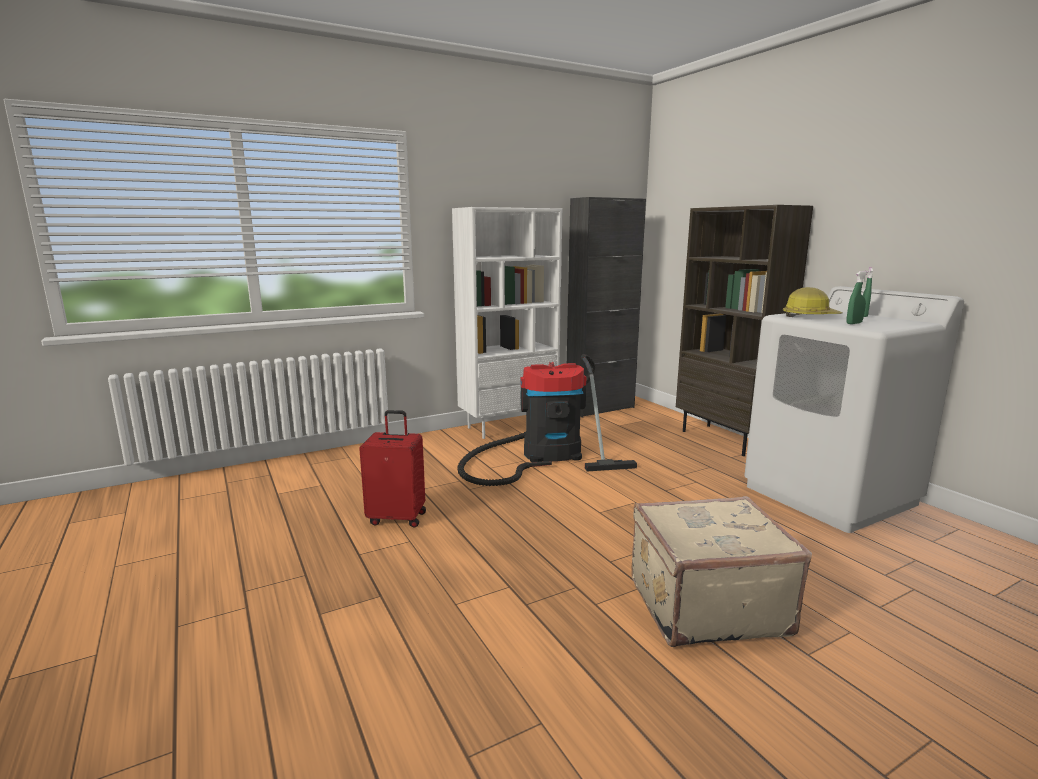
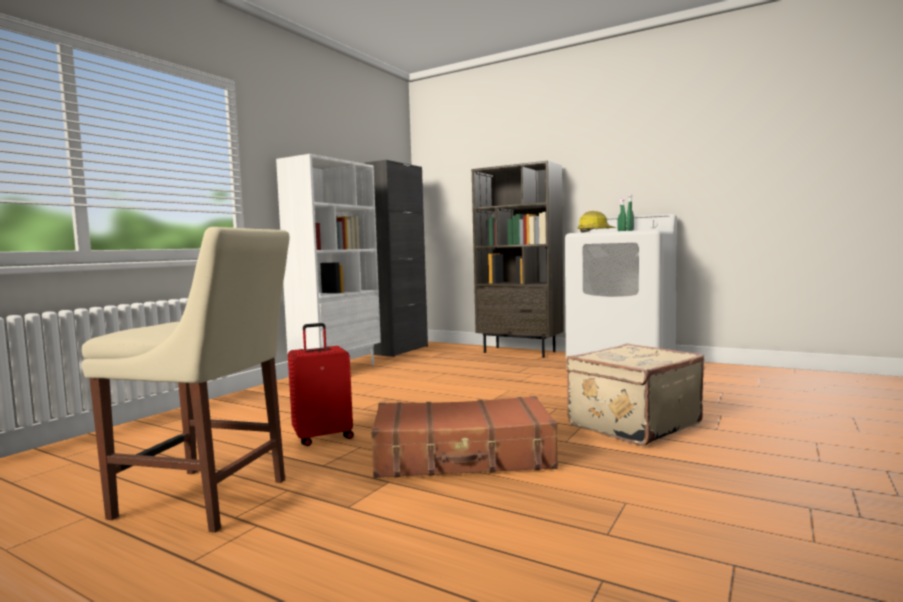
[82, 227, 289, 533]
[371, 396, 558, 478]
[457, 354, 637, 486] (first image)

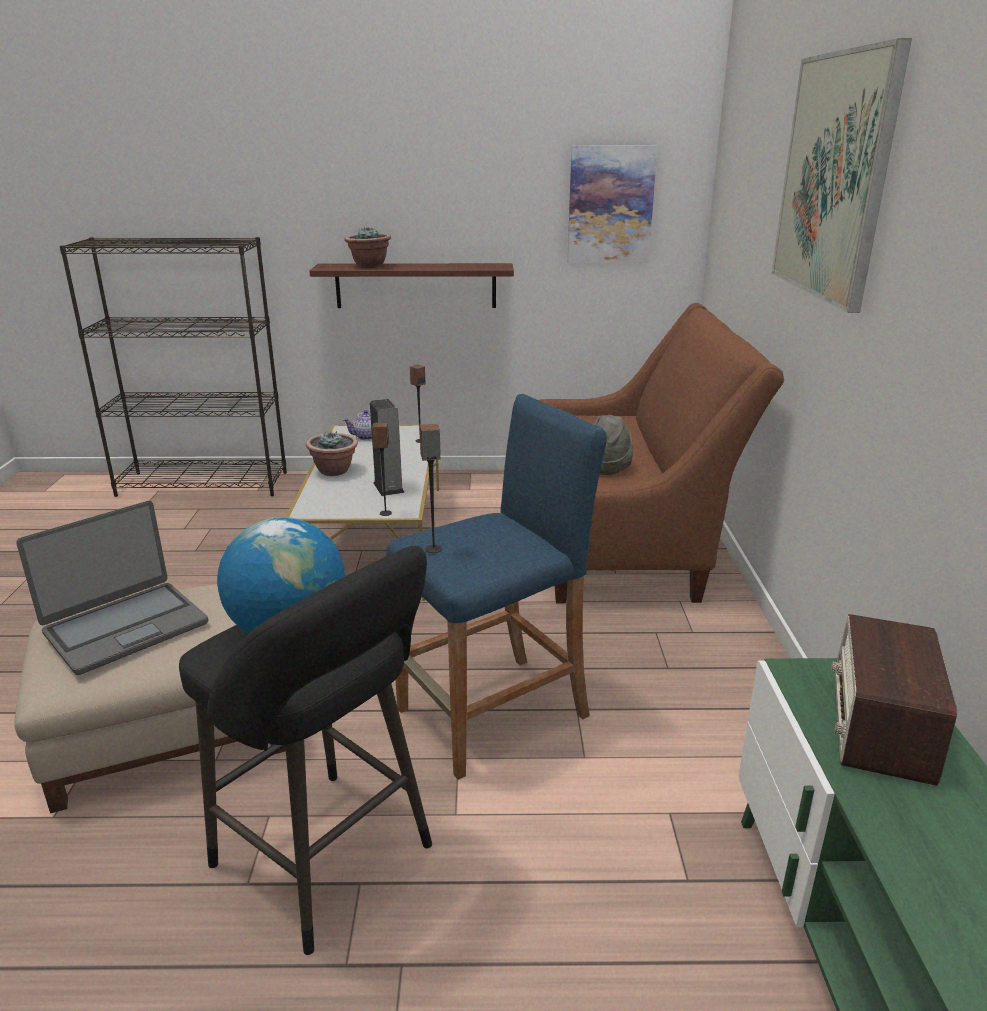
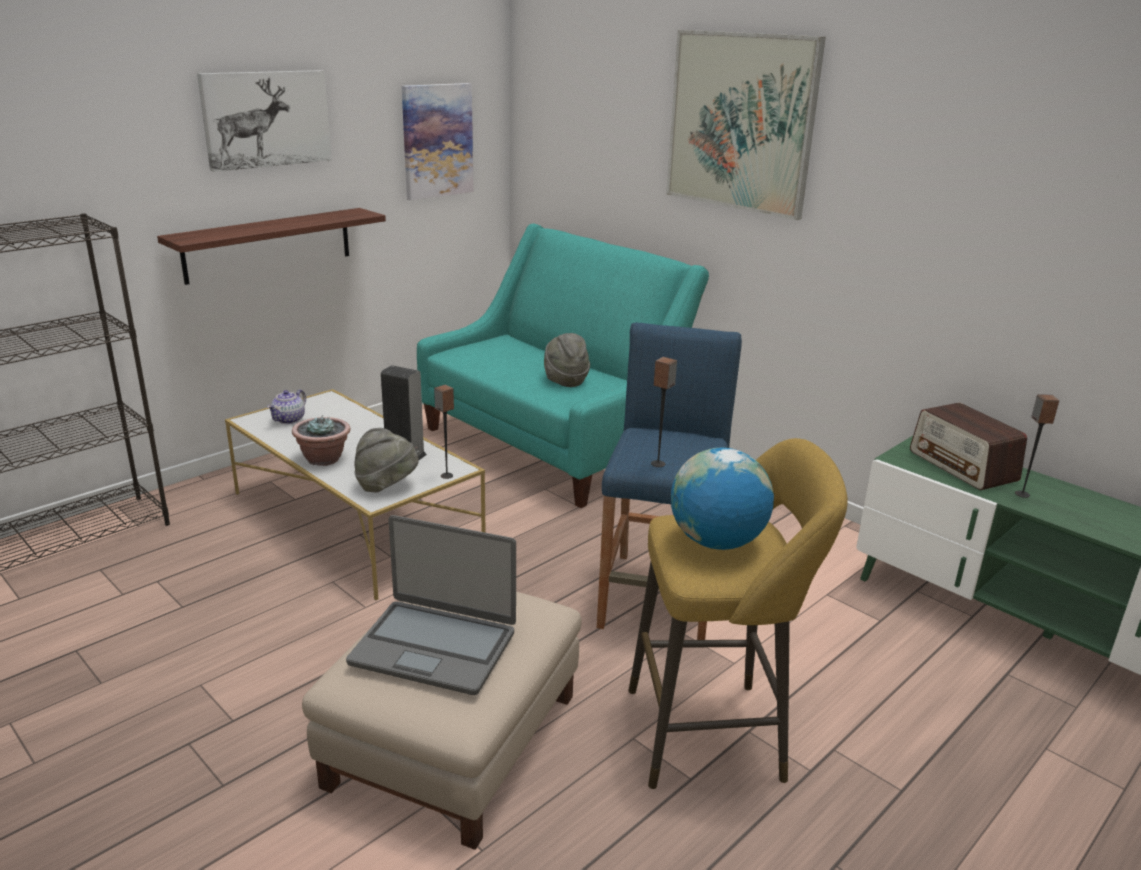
[197, 70, 332, 172]
[346, 515, 516, 695]
[354, 428, 419, 492]
[417, 224, 709, 508]
[629, 438, 848, 789]
[1015, 394, 1059, 498]
[344, 227, 391, 268] (first image)

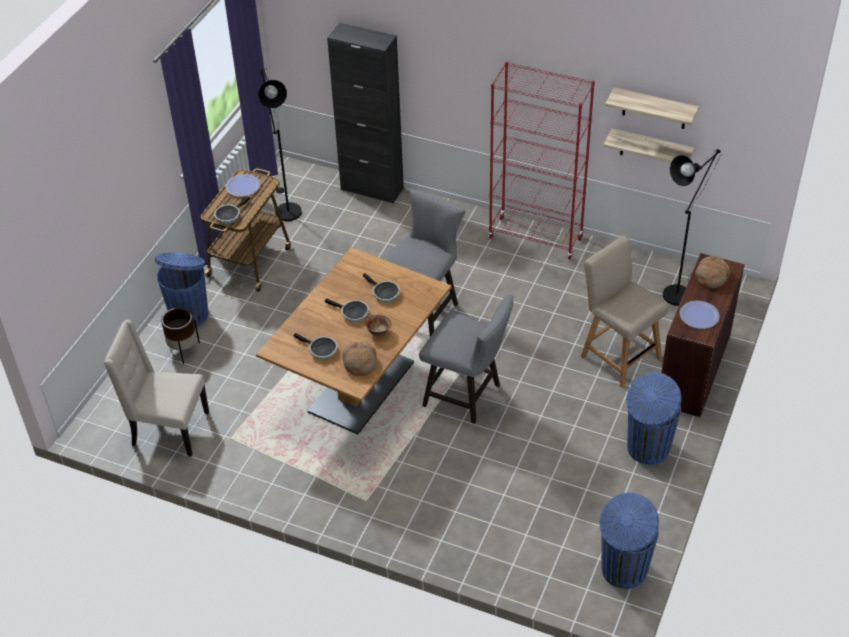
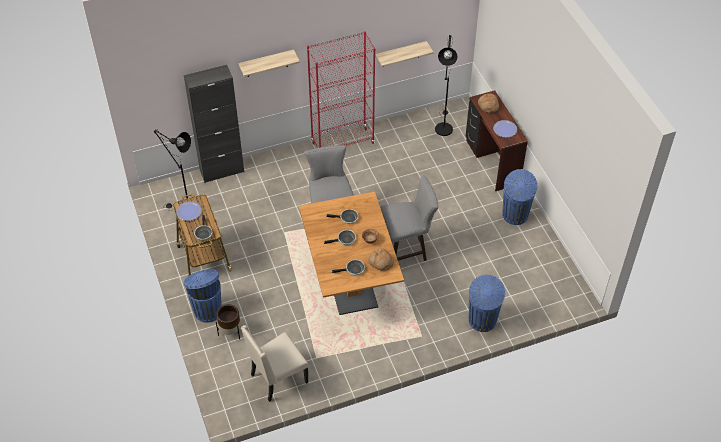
[239, 49, 300, 77]
[469, 275, 505, 332]
[581, 236, 668, 388] (first image)

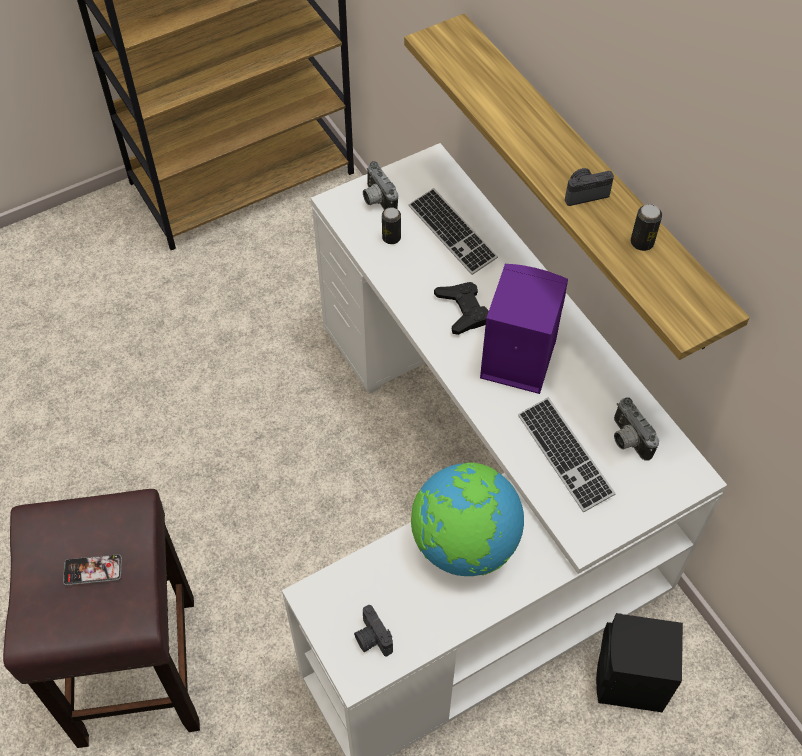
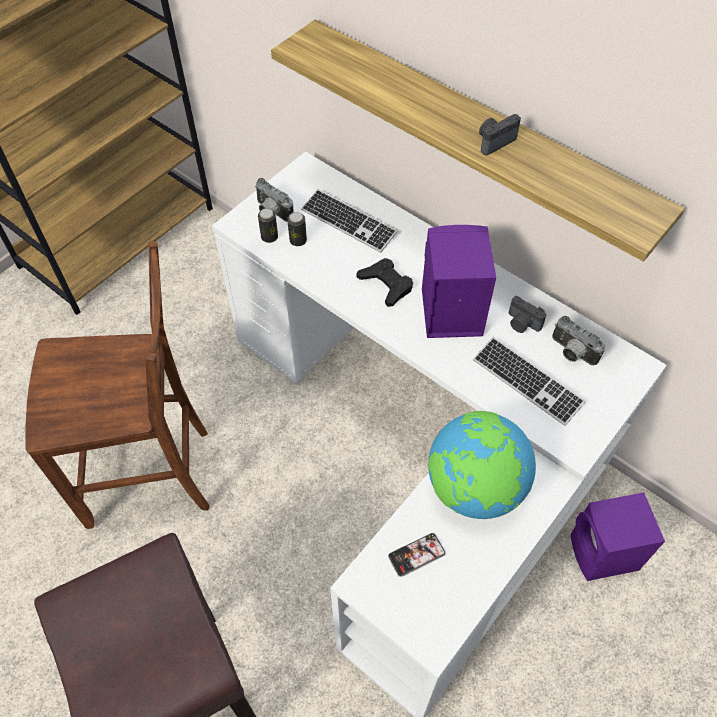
[25, 241, 210, 529]
[258, 208, 278, 243]
[388, 533, 446, 577]
[509, 296, 547, 333]
[570, 492, 665, 581]

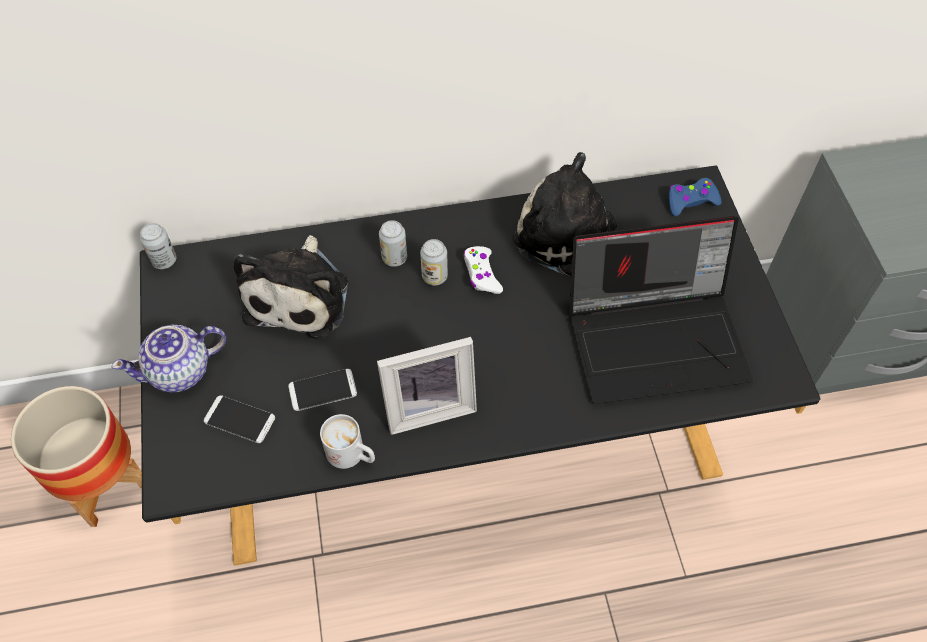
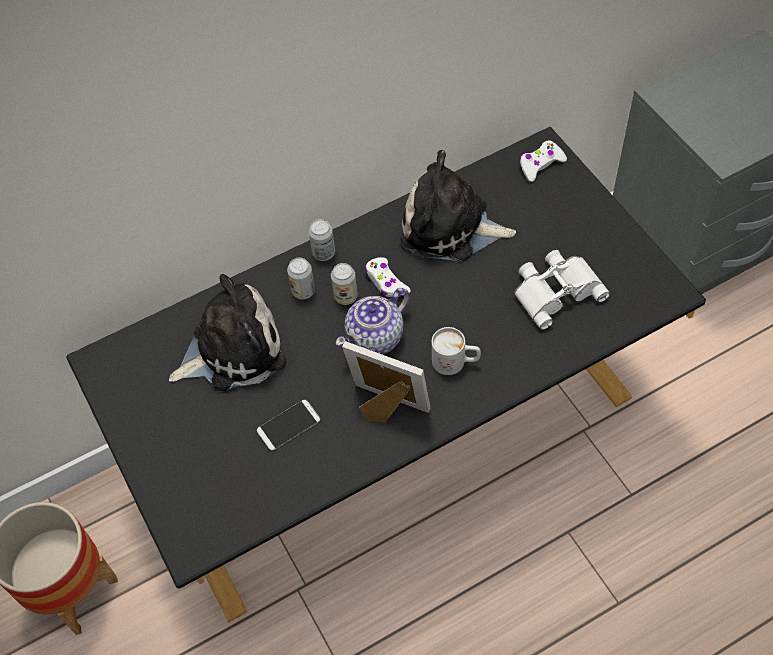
[169, 274, 286, 391]
[309, 219, 335, 261]
[336, 288, 410, 355]
[342, 341, 431, 423]
[432, 327, 481, 375]
[514, 250, 610, 330]
[519, 140, 567, 182]
[204, 395, 275, 443] (first image)

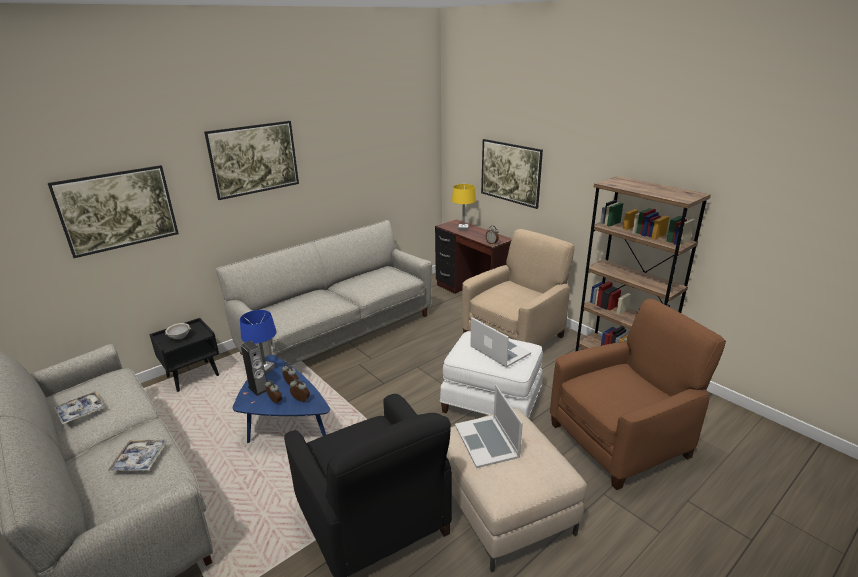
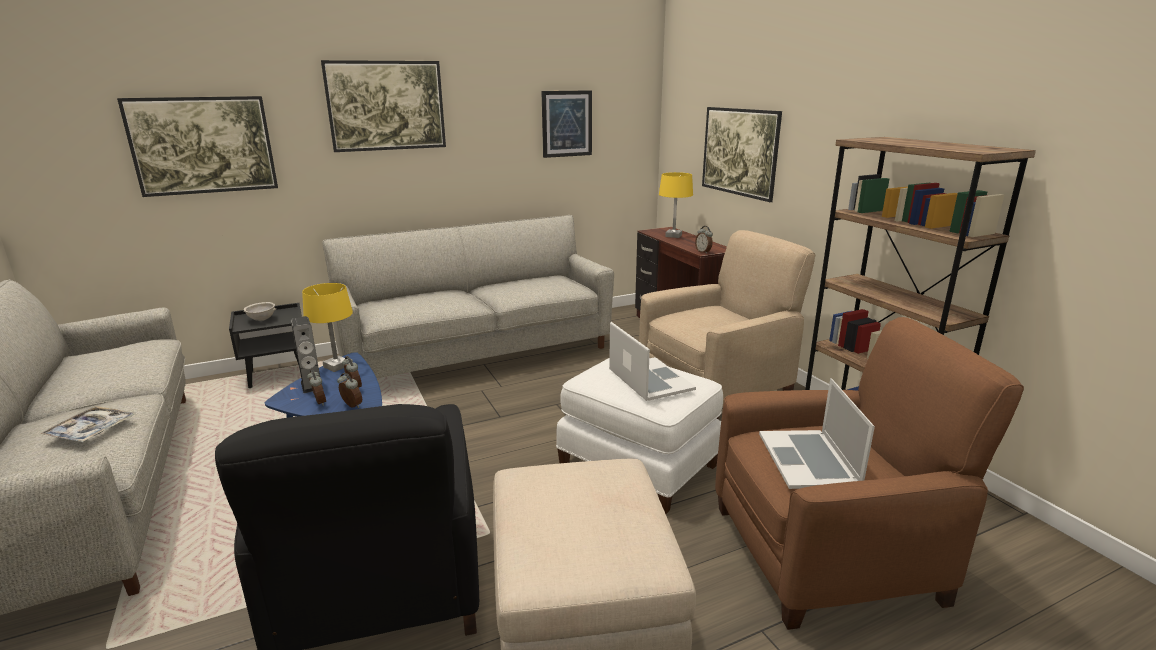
[302, 283, 353, 372]
[541, 90, 592, 158]
[759, 378, 875, 489]
[54, 391, 105, 425] (first image)

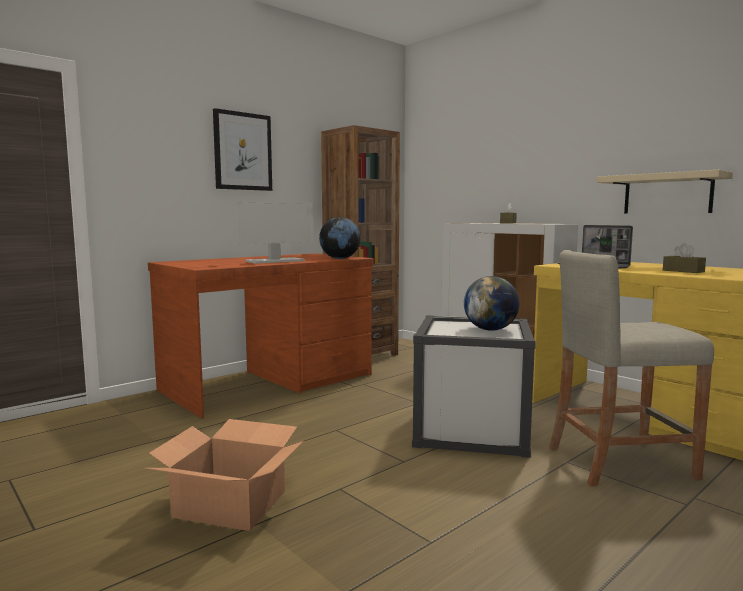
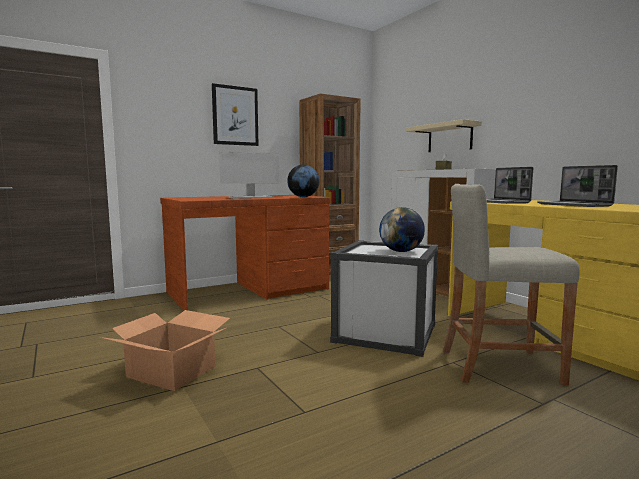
[405, 119, 482, 152]
[537, 165, 618, 207]

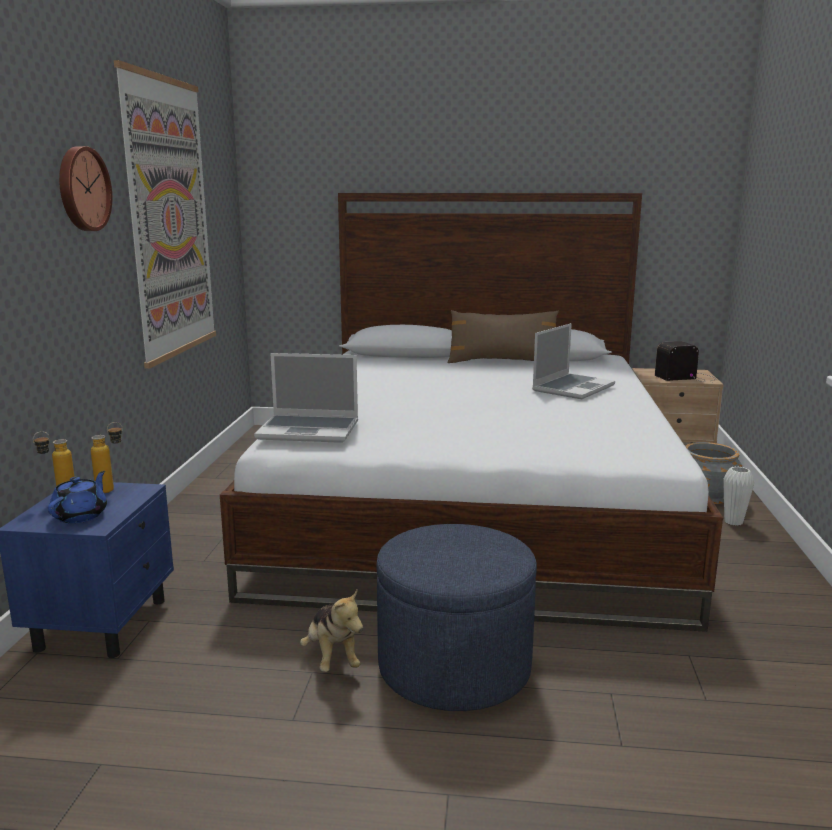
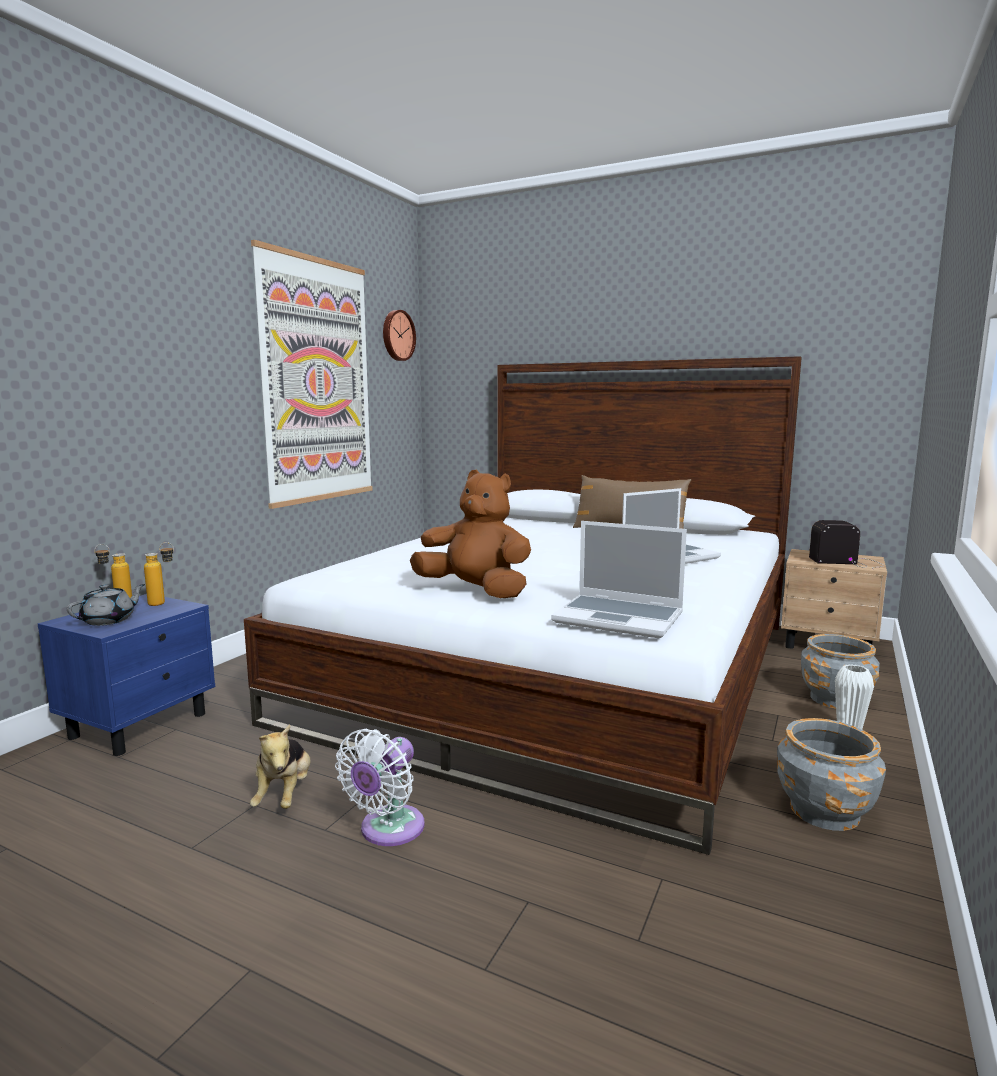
[67, 584, 145, 626]
[335, 729, 425, 846]
[383, 310, 416, 361]
[410, 469, 531, 598]
[551, 521, 687, 639]
[777, 718, 886, 831]

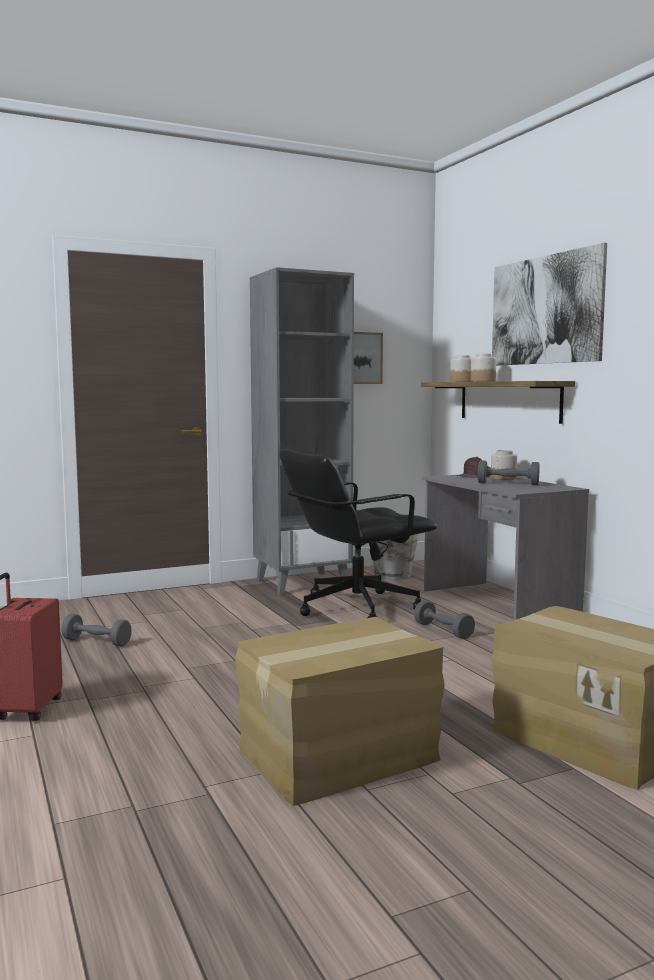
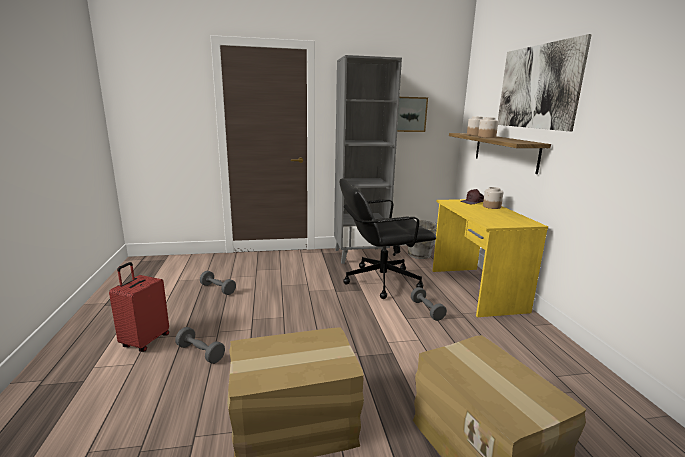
[175, 327, 225, 364]
[432, 199, 548, 317]

